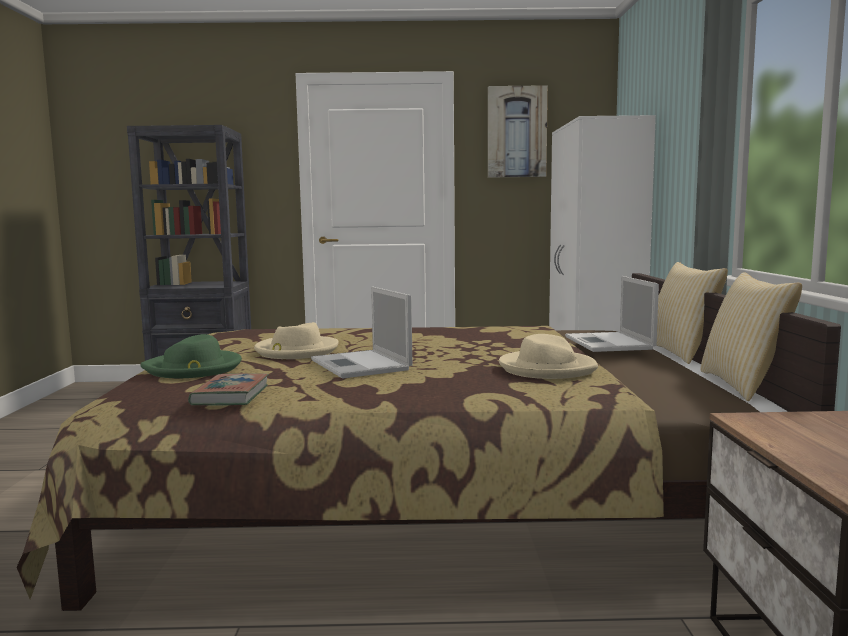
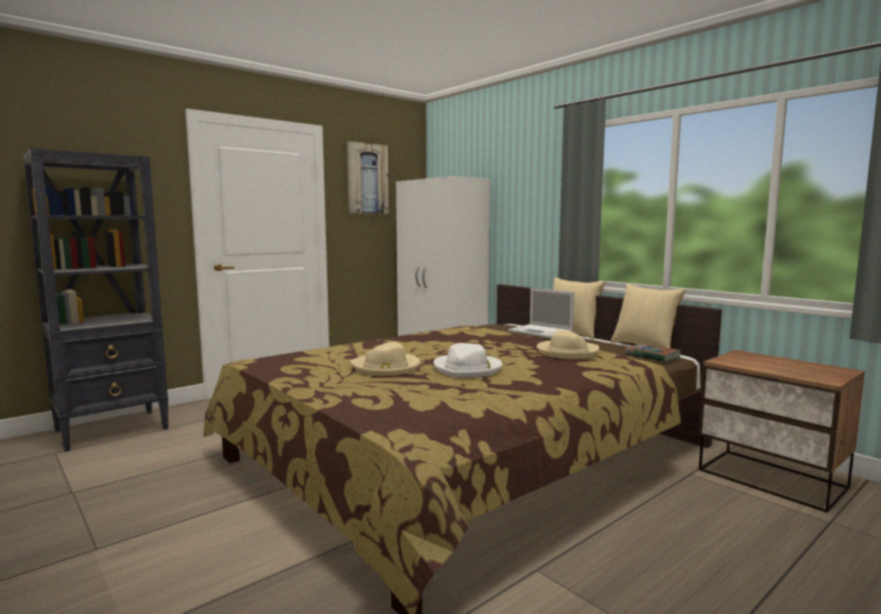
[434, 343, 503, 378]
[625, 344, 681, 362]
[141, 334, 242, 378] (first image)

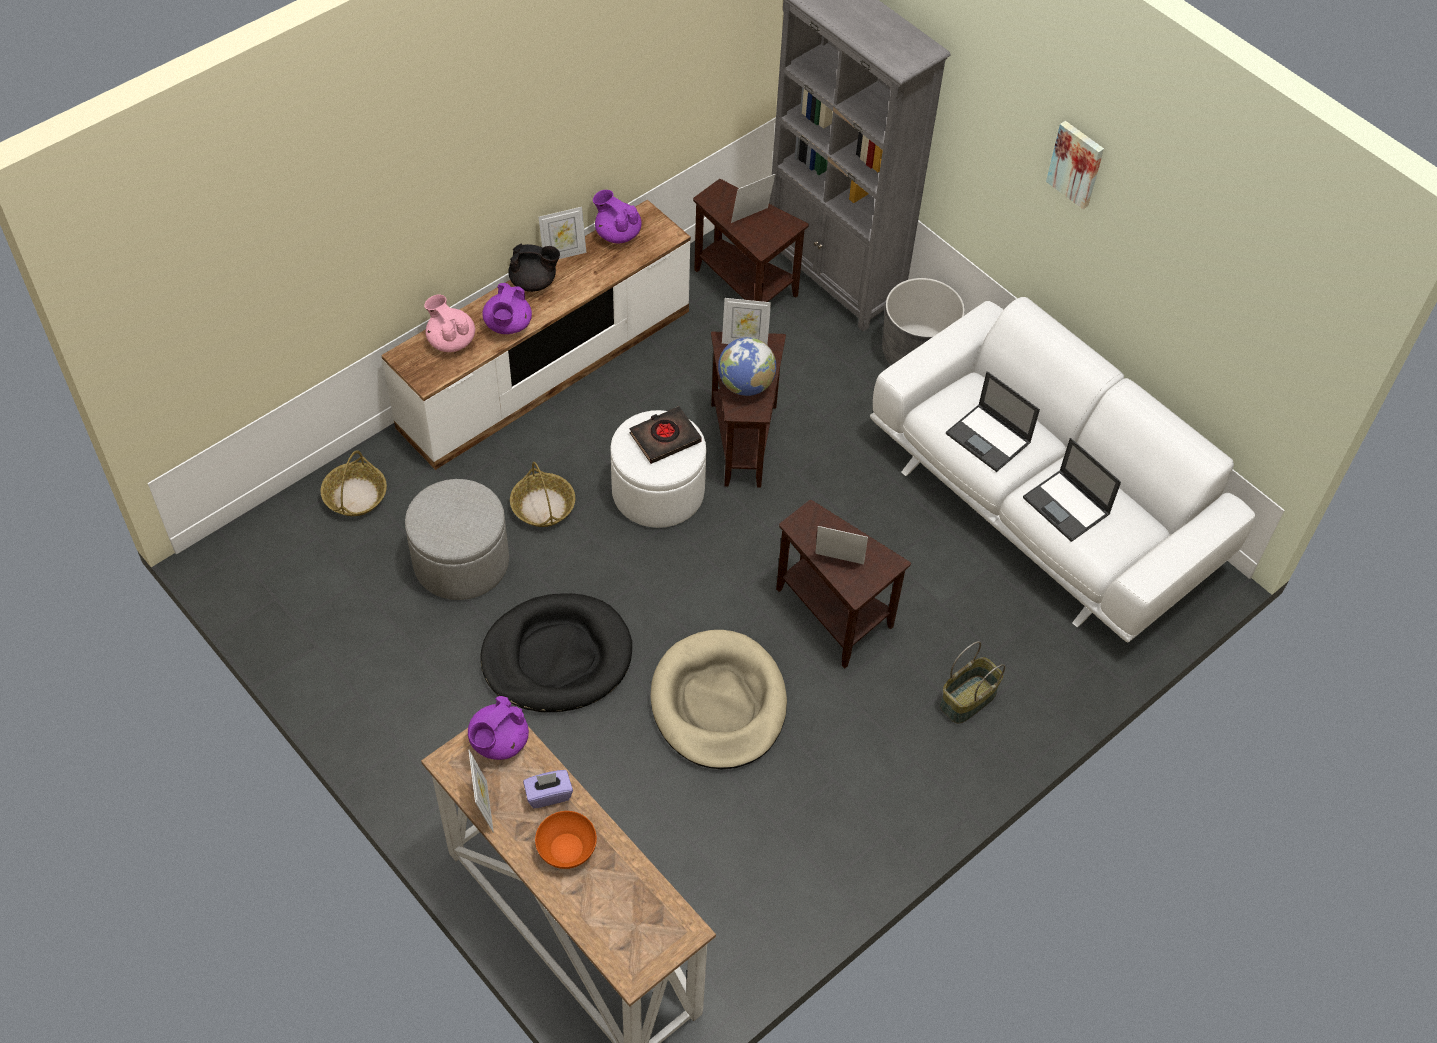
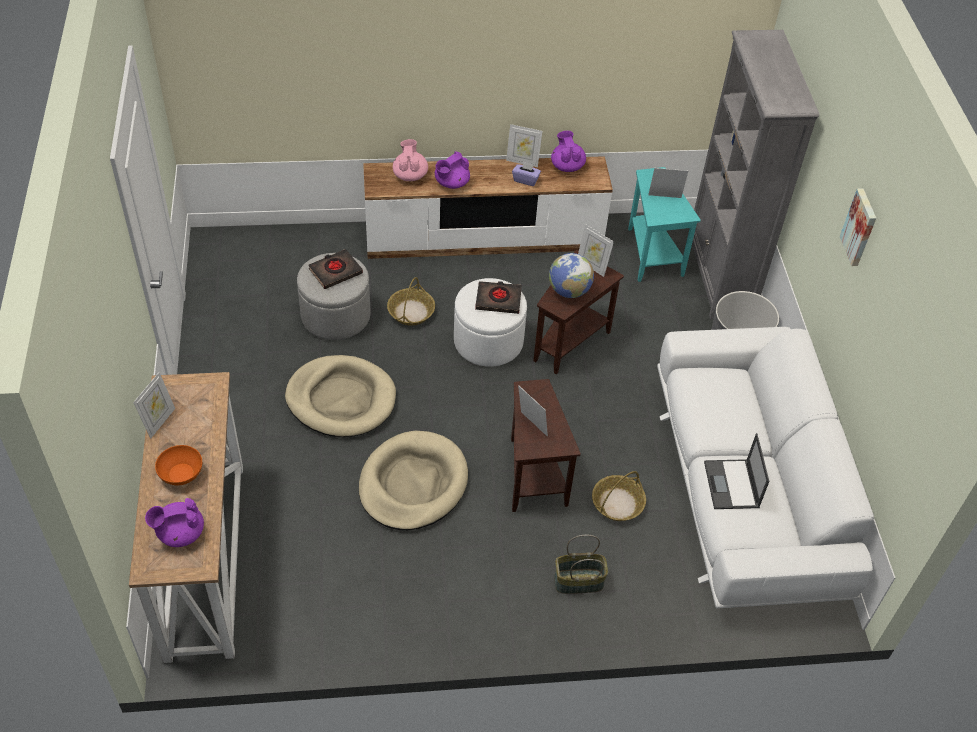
[145, 498, 204, 547]
[285, 355, 396, 437]
[309, 249, 363, 289]
[512, 161, 541, 186]
[592, 471, 646, 521]
[628, 167, 701, 282]
[508, 243, 560, 292] (first image)
[946, 371, 1040, 472] (first image)

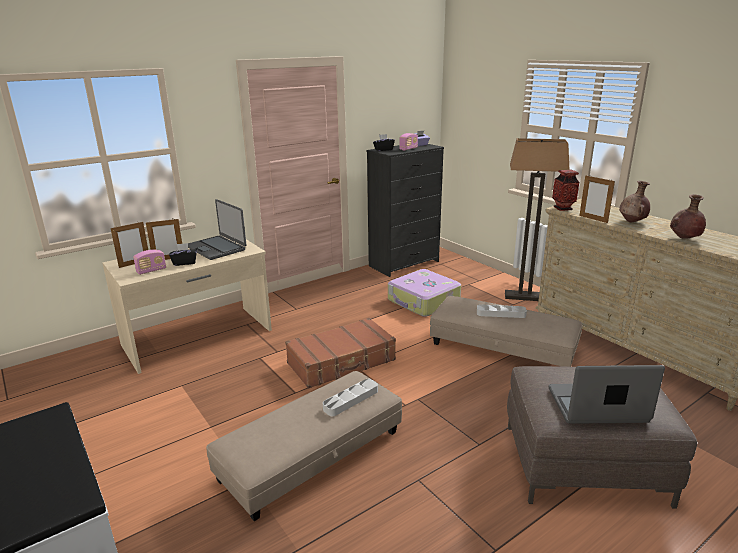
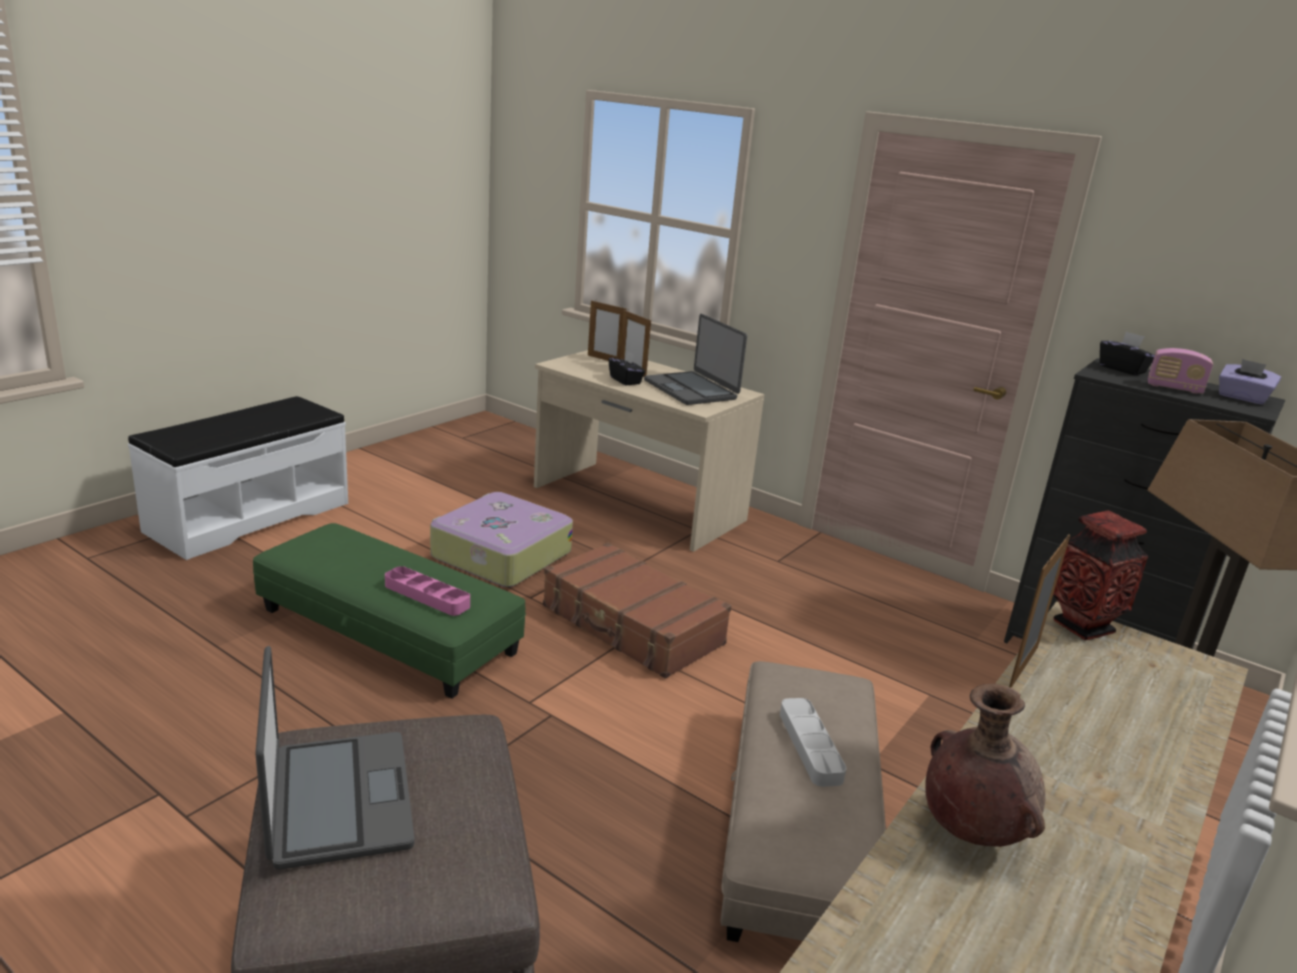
[253, 523, 526, 699]
[385, 566, 470, 616]
[430, 492, 573, 587]
[644, 314, 747, 405]
[133, 249, 166, 275] (first image)
[619, 181, 650, 222] (first image)

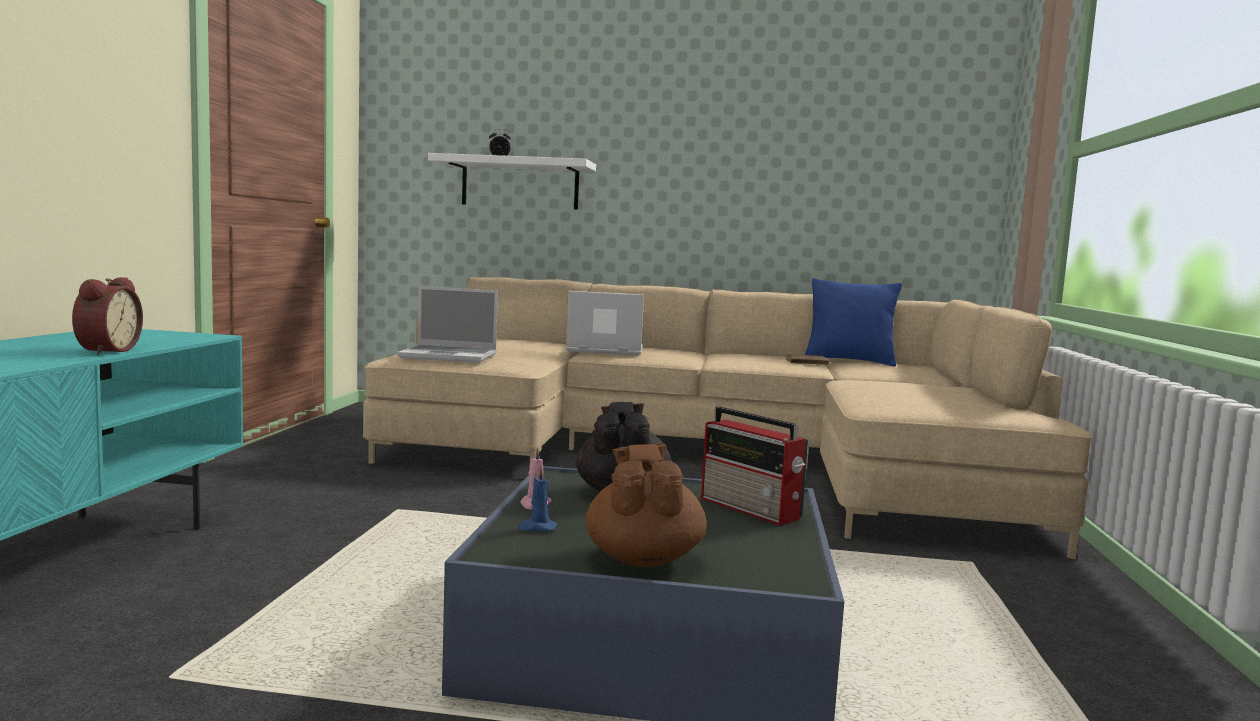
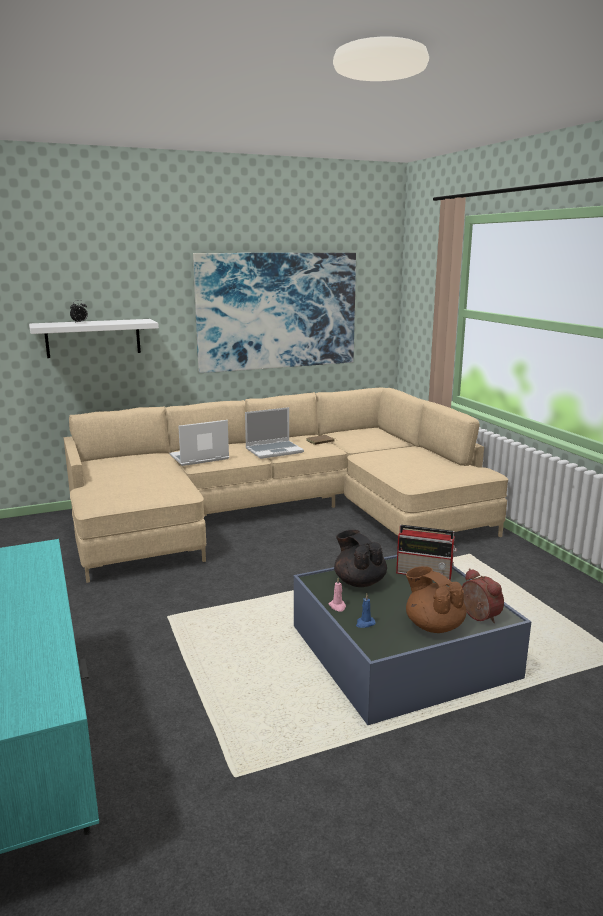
[193, 253, 356, 373]
[245, 407, 304, 459]
[462, 568, 504, 623]
[804, 278, 902, 366] (first image)

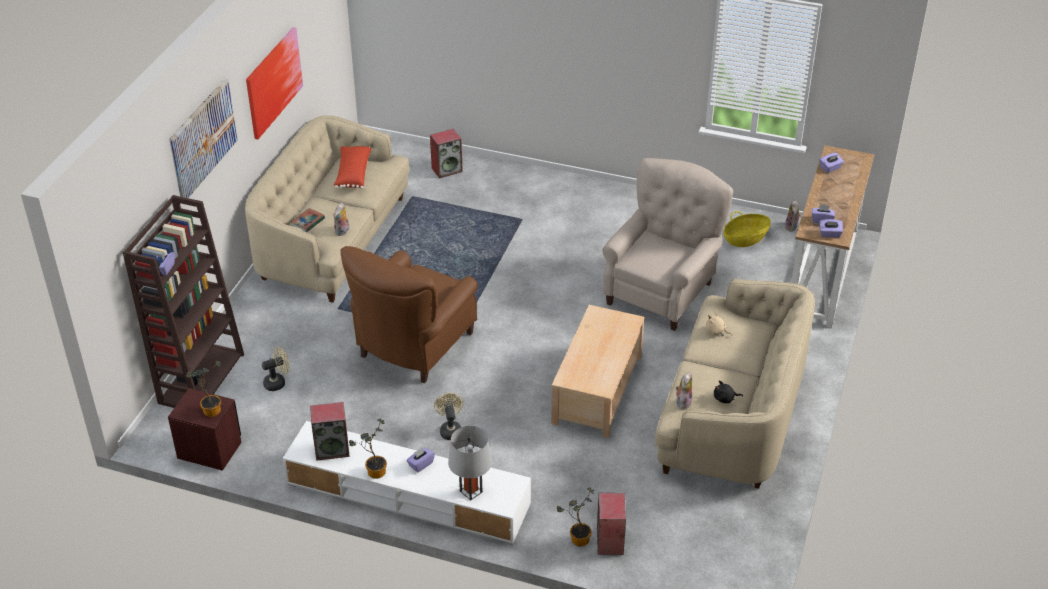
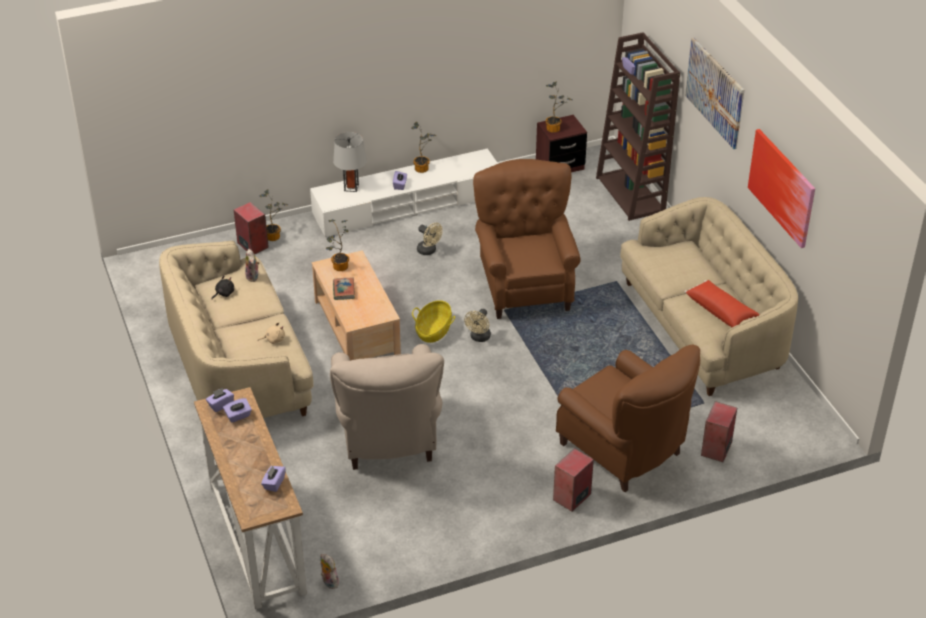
[326, 219, 349, 271]
[333, 278, 355, 300]
[412, 300, 455, 343]
[464, 309, 491, 342]
[553, 448, 594, 512]
[556, 345, 700, 492]
[333, 203, 349, 236] (first image)

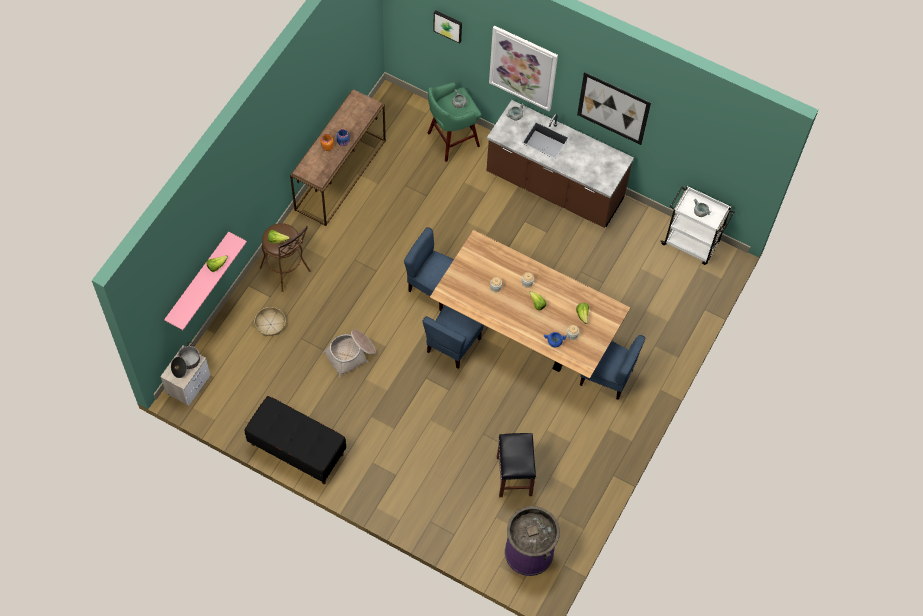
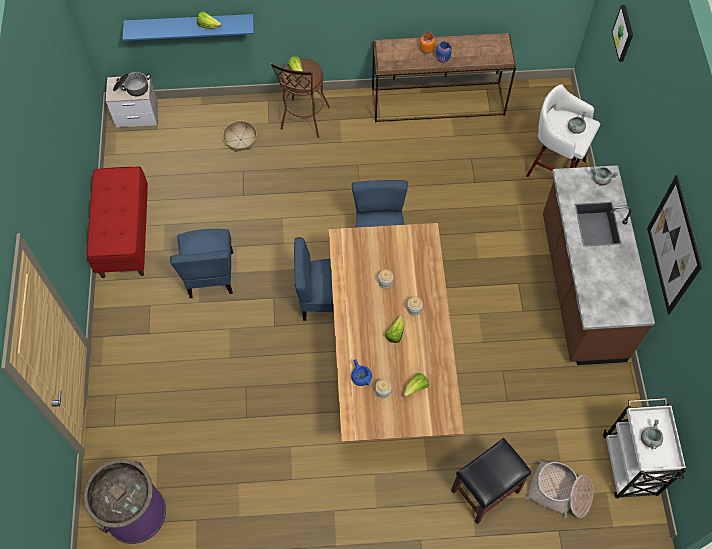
[87, 167, 148, 278]
[123, 14, 254, 41]
[170, 229, 233, 298]
[451, 438, 532, 524]
[525, 461, 594, 518]
[526, 84, 600, 177]
[489, 25, 558, 111] (first image)

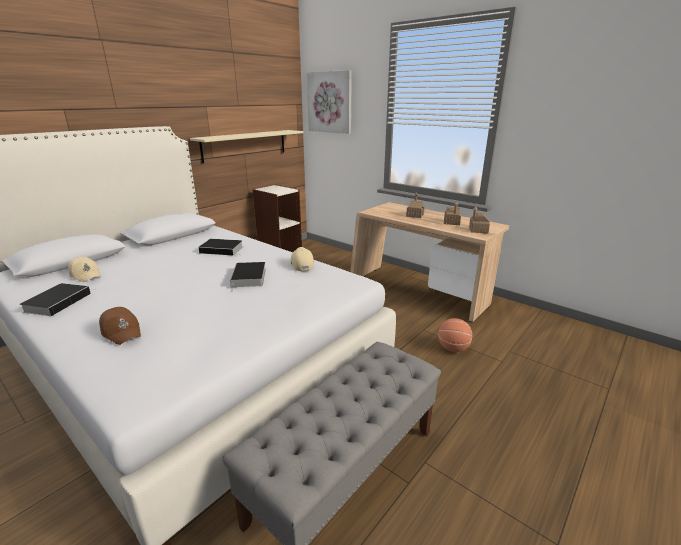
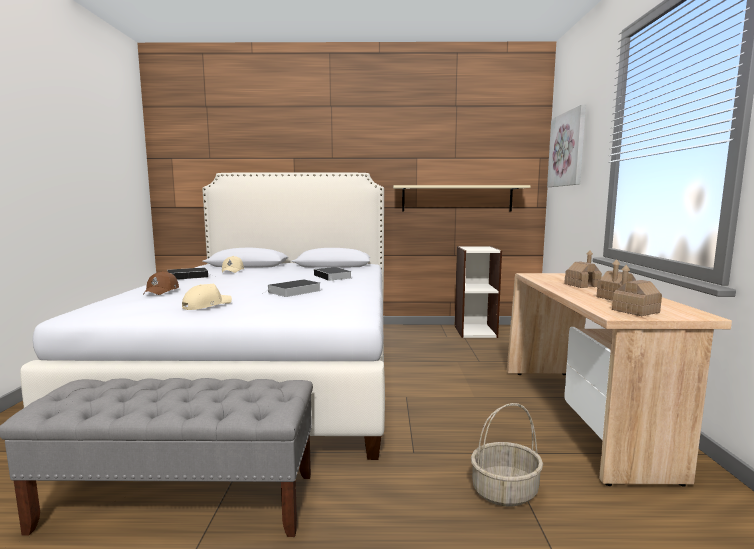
[182, 284, 232, 310]
[471, 403, 543, 506]

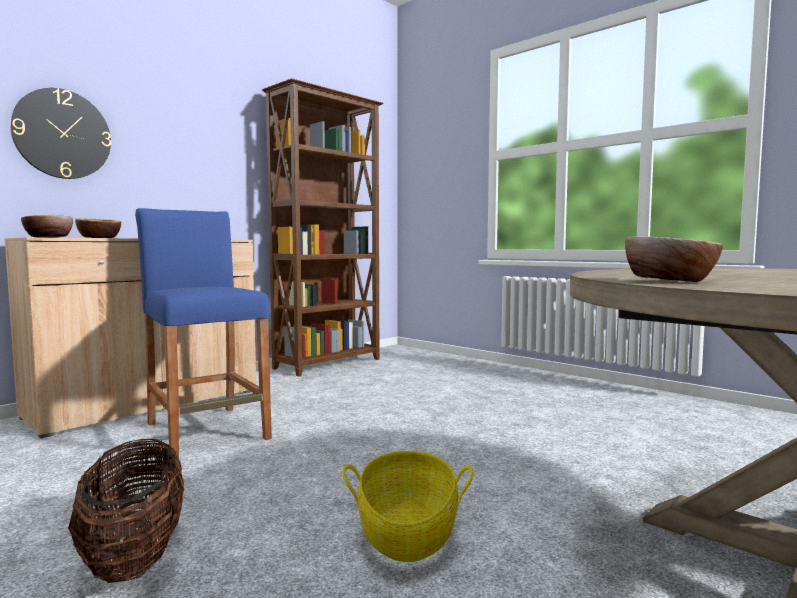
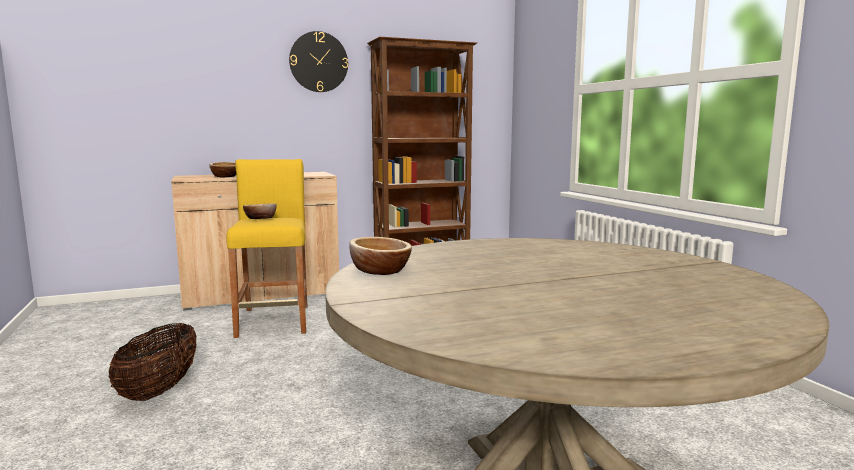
[226, 159, 307, 338]
[243, 204, 277, 219]
[289, 31, 348, 92]
[342, 451, 474, 562] (first image)

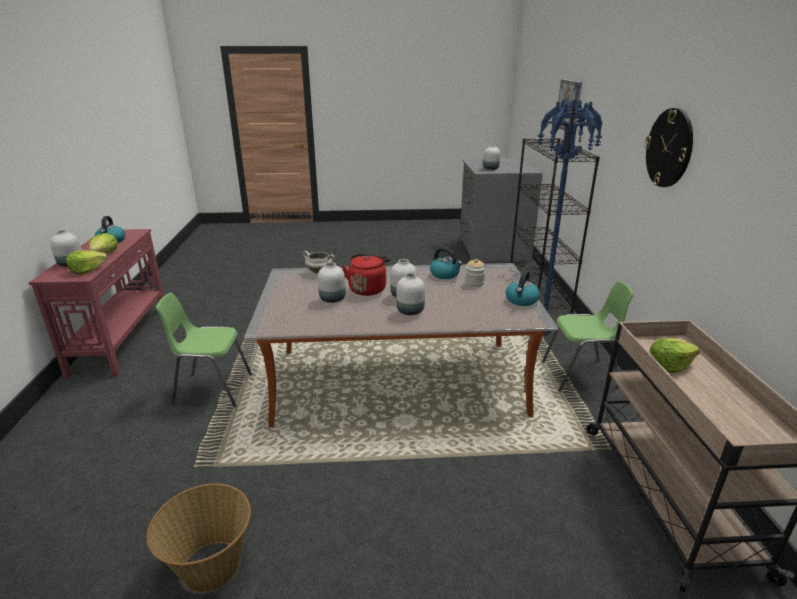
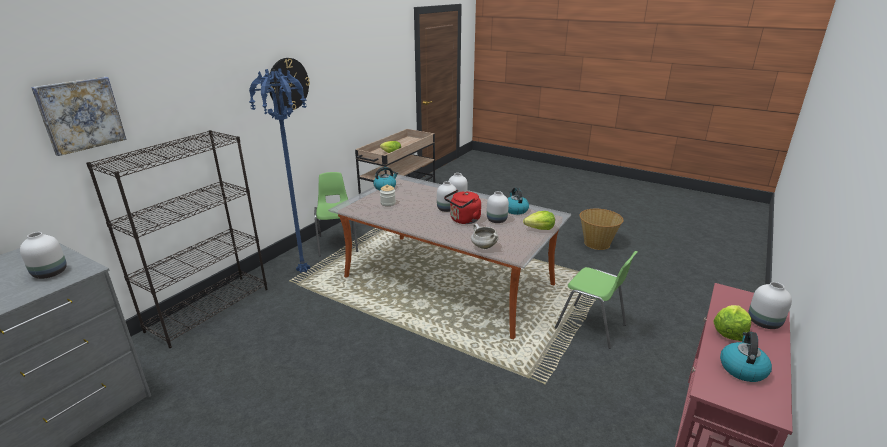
[314, 172, 358, 256]
[508, 187, 529, 215]
[523, 211, 555, 230]

